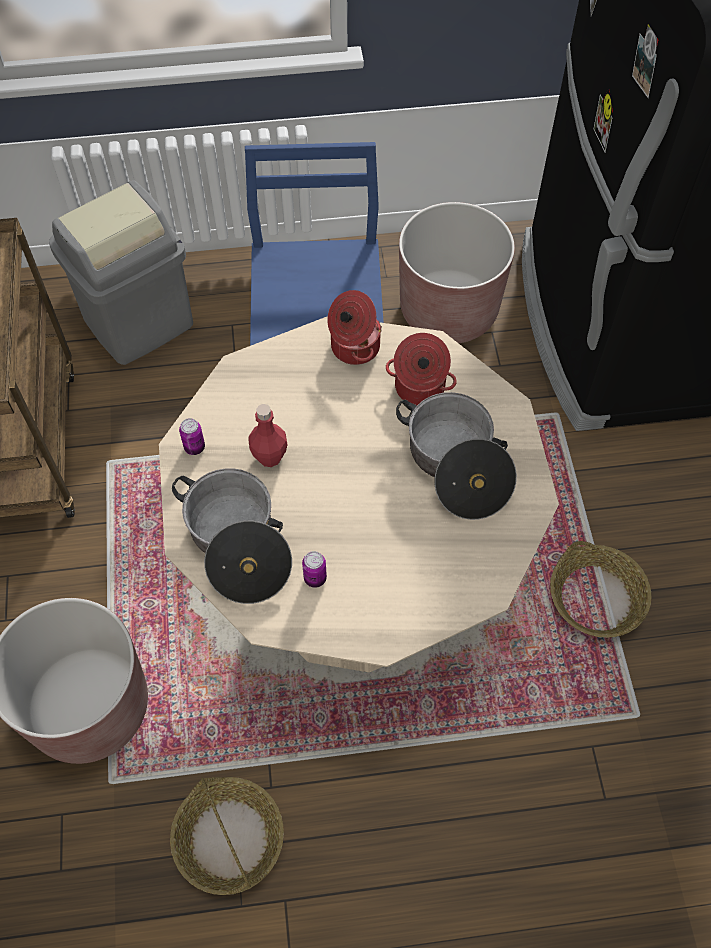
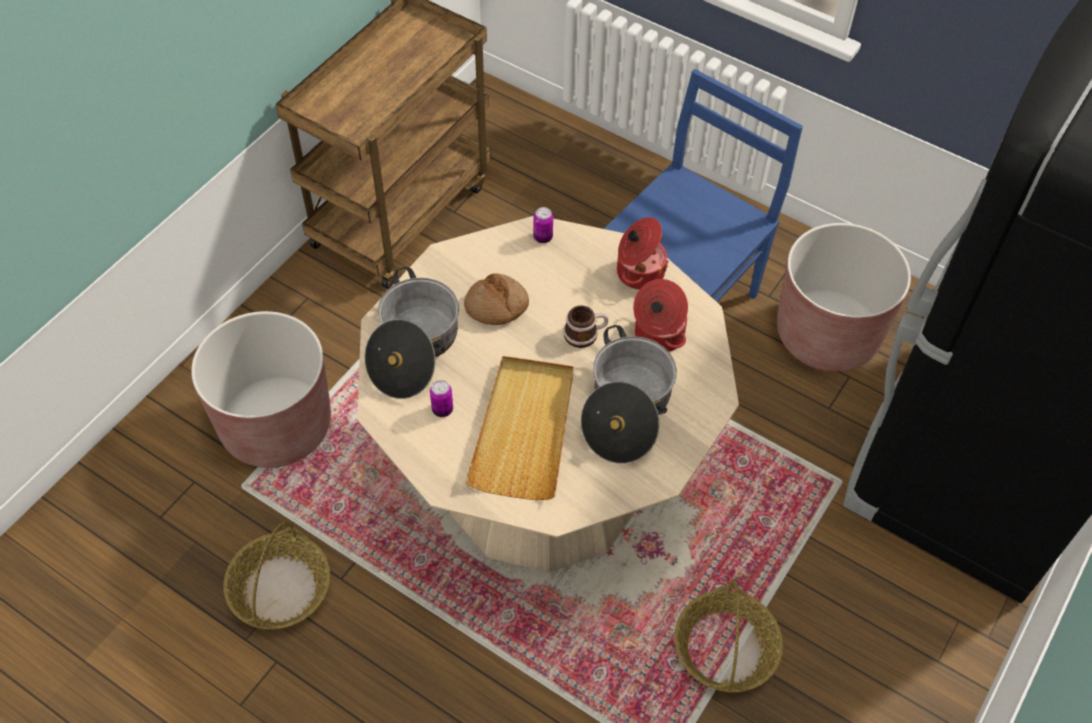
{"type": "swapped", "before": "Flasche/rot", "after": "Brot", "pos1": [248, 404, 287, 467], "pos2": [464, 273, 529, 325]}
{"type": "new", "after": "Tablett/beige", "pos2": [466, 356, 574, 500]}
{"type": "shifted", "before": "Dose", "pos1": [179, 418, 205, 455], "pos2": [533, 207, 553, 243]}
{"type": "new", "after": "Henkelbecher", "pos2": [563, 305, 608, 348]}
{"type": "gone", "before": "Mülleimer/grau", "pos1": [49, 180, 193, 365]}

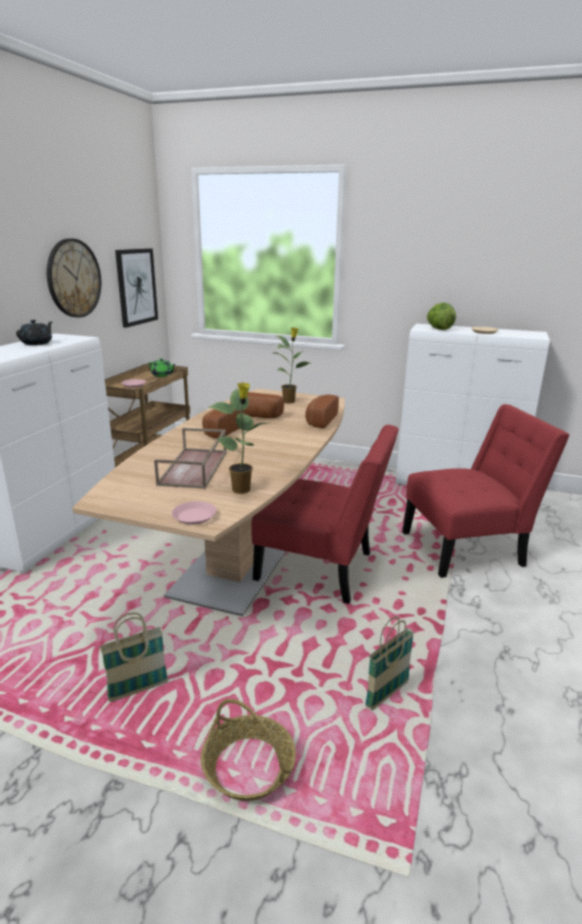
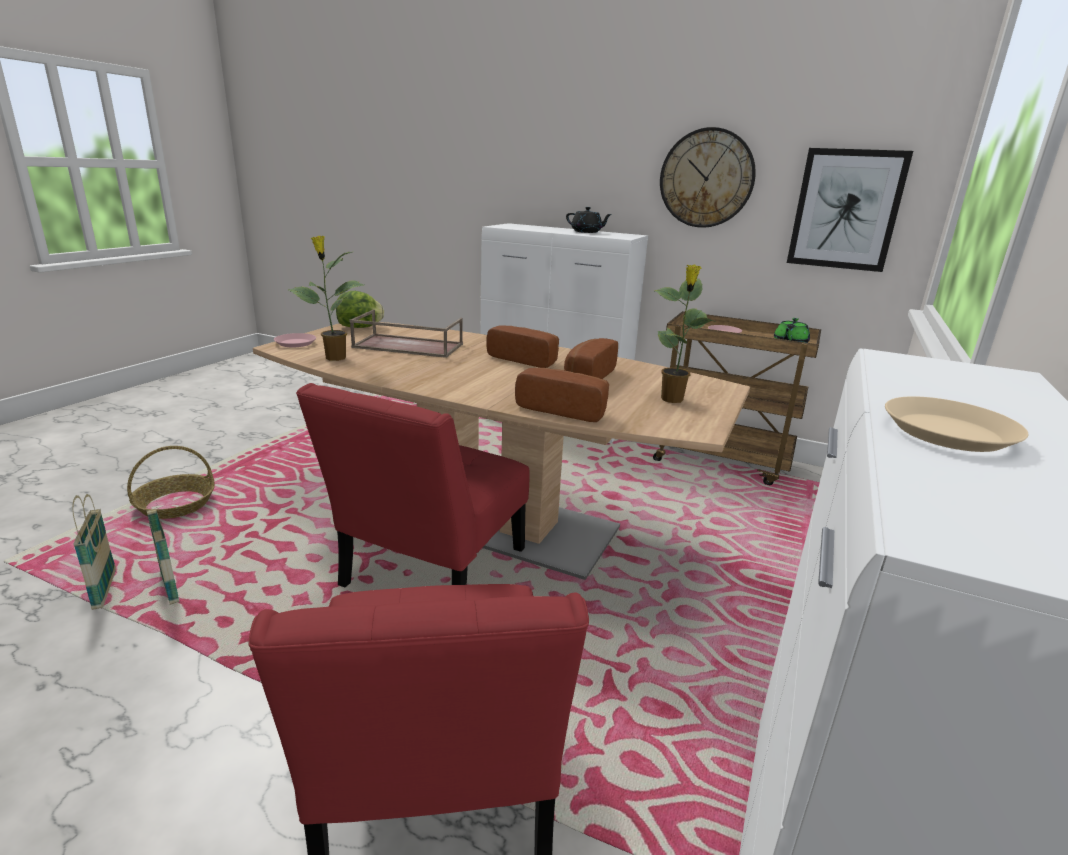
{"type": "shifted", "before": "Korb", "pos1": [99, 612, 169, 702], "pos2": [72, 494, 116, 610]}
{"type": "shifted", "before": "Salatkopf", "pos1": [427, 302, 456, 330], "pos2": [336, 291, 384, 328]}

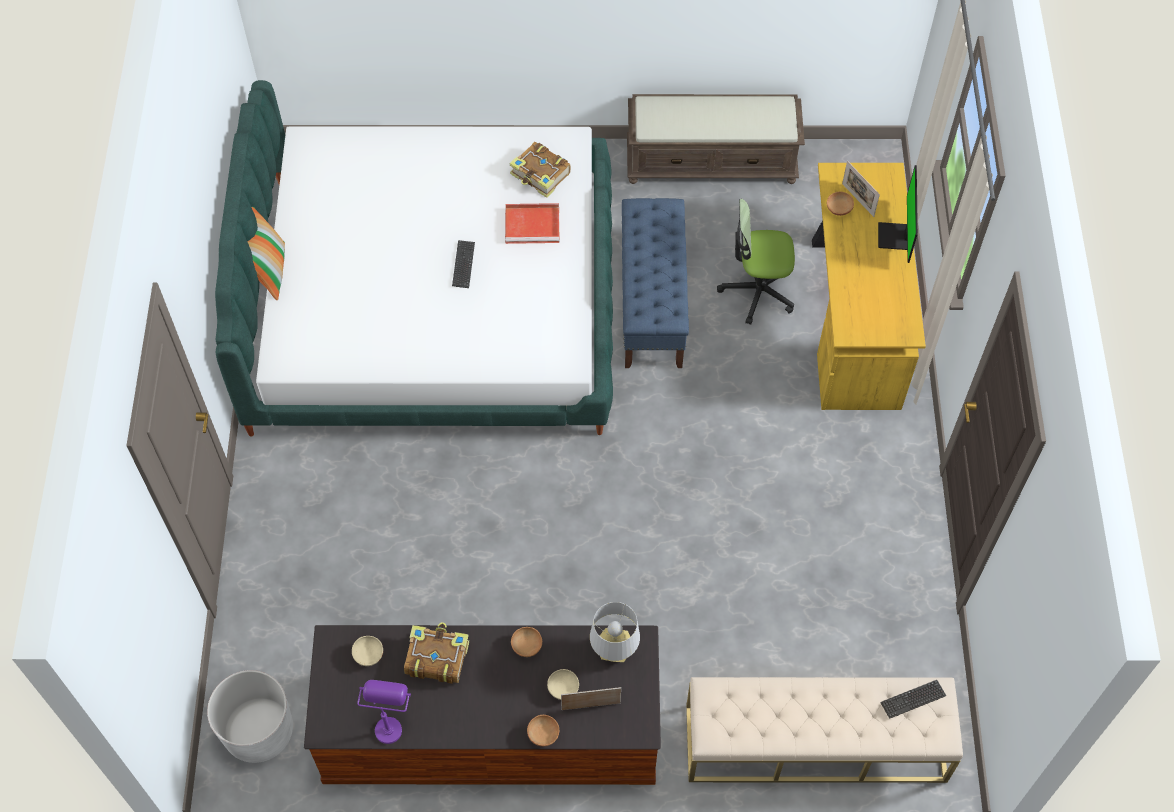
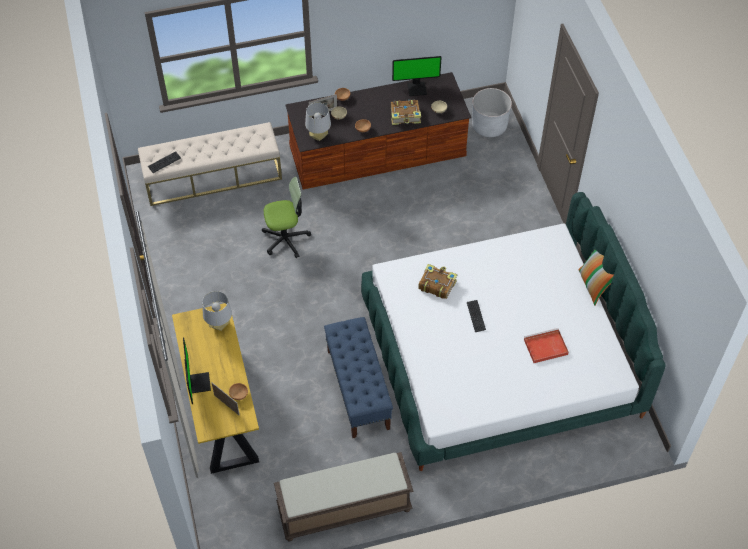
{"type": "new", "after": "Tischlampe/grau", "pos2": [202, 291, 232, 331]}
{"type": "shifted", "before": "Bürostuhl", "pos1": [717, 199, 795, 325], "pos2": [262, 177, 311, 258]}
{"type": "swapped", "before": "Tischlampe/lila", "after": "Monitor", "pos1": [357, 680, 411, 744], "pos2": [392, 56, 442, 96]}
{"type": "shifted", "before": "Buch", "pos1": [510, 142, 571, 198], "pos2": [418, 264, 457, 299]}
{"type": "shifted", "before": "Tablett/rot", "pos1": [505, 203, 559, 244], "pos2": [524, 328, 569, 363]}

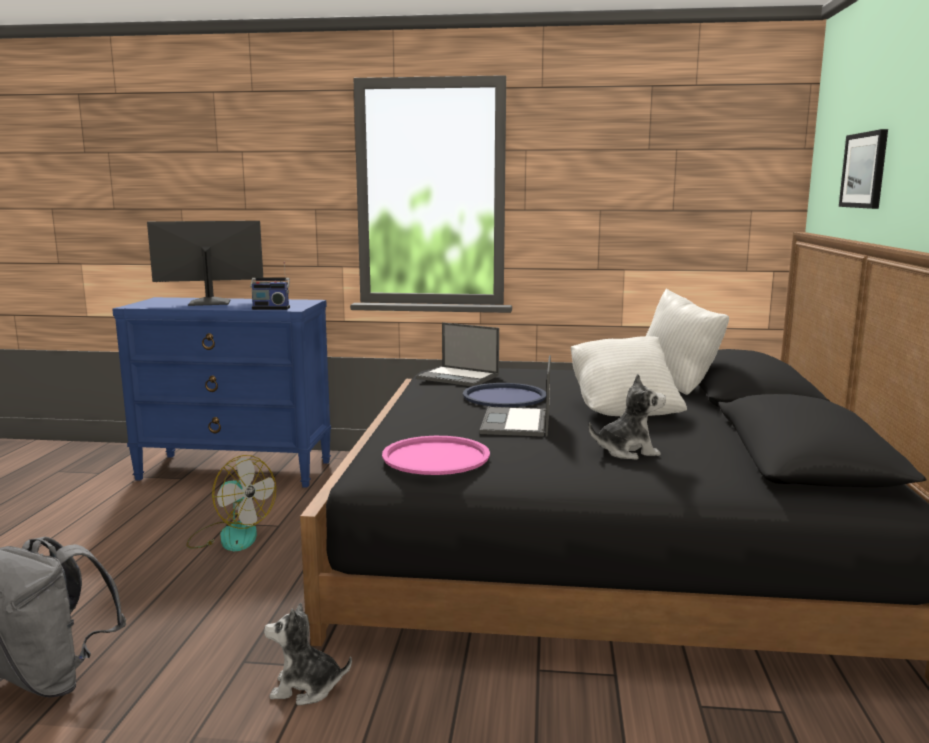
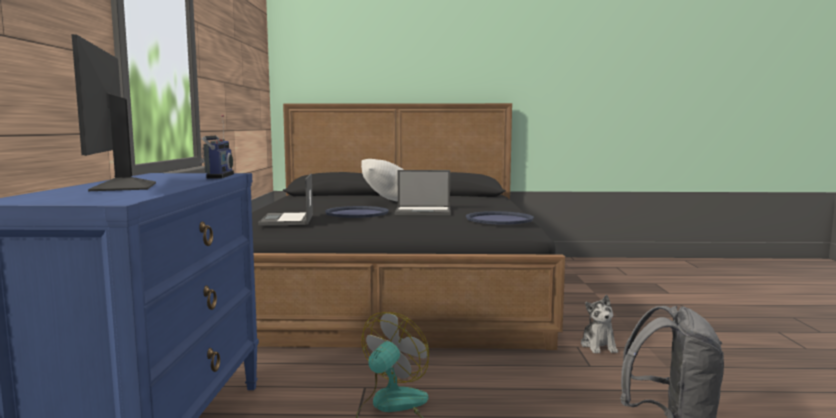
{"type": "rotated", "before": "Laptop", "pos1": [416, 322, 499, 386], "pos2": [258, 174, 313, 225], "turn": 150}
{"type": "repainted", "before": "Tablett/rosa", "after": "Tablett/blau", "pos1": [382, 436, 490, 475], "pos2": [466, 211, 534, 225]}
{"type": "gone", "before": "Plüschtier", "pos1": [589, 374, 666, 459]}
{"type": "gone", "before": "Kissen/weiß", "pos1": [646, 288, 729, 395]}
{"type": "gone", "before": "Bild", "pos1": [839, 129, 888, 209]}

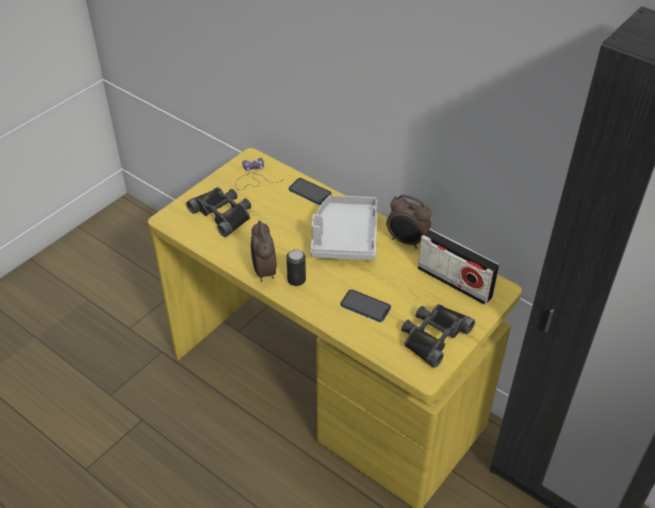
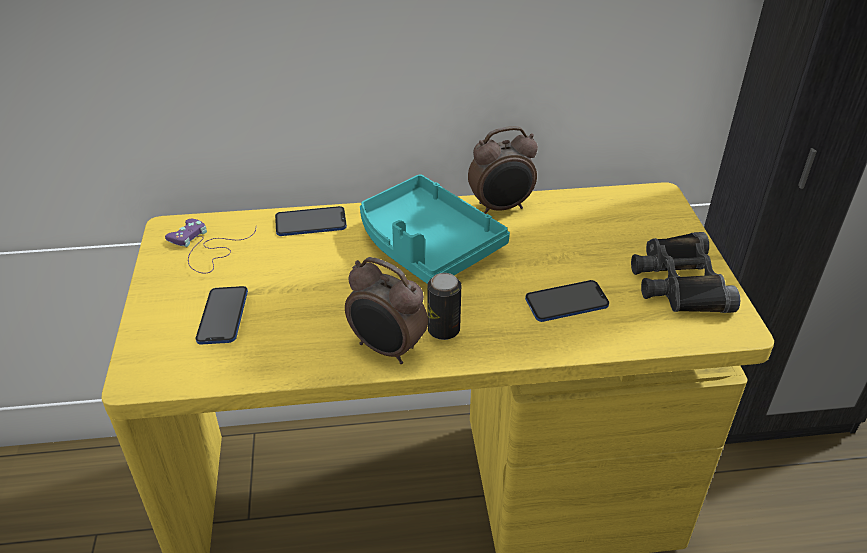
{"type": "swapped", "before": "Fernglas/schwarz", "after": "Handy", "pos1": [186, 187, 251, 237], "pos2": [195, 286, 248, 344]}
{"type": "repainted", "before": "Tablett/grau", "after": "Tablett/türkis", "pos1": [311, 195, 377, 260], "pos2": [360, 174, 510, 284]}
{"type": "gone", "before": "Radio", "pos1": [418, 229, 499, 305]}

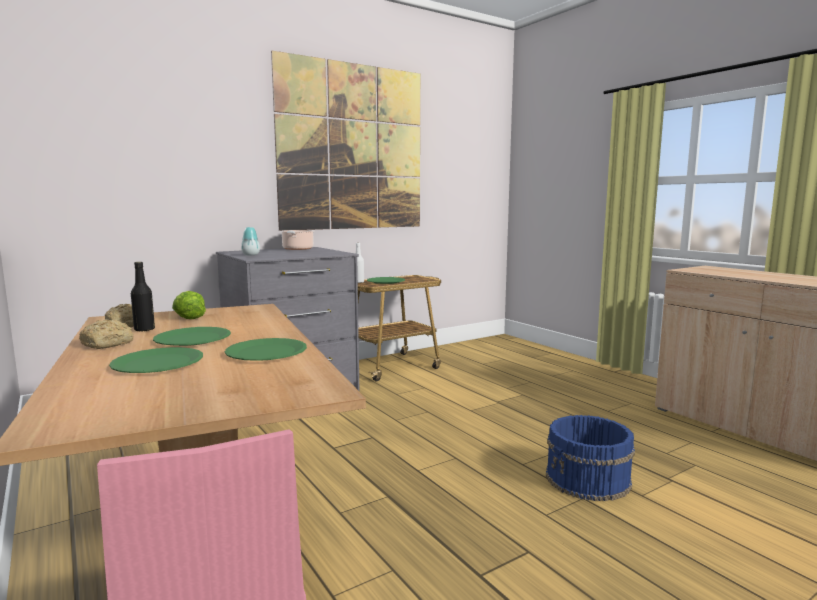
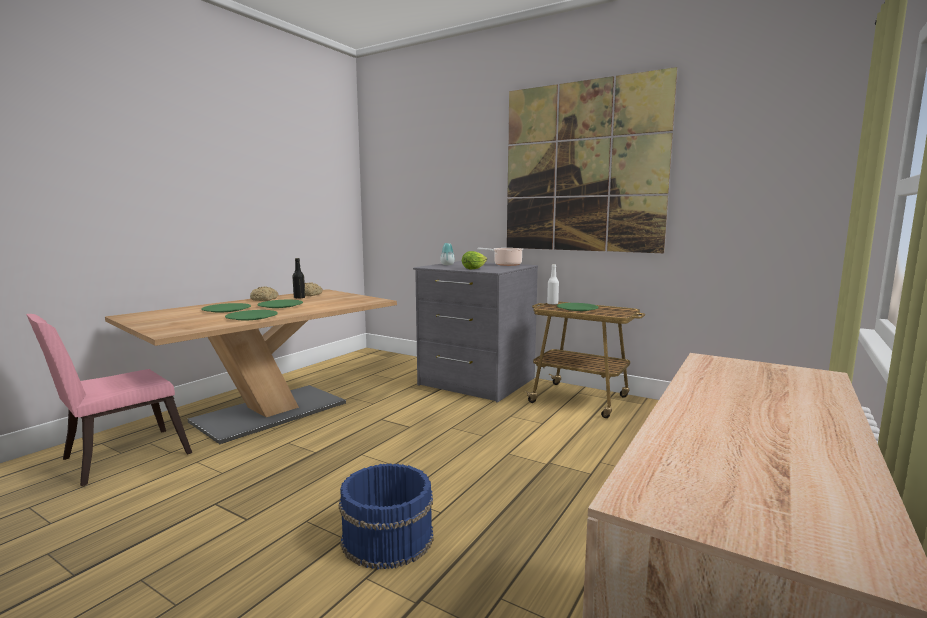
{"type": "shifted", "before": "Salatkopf", "pos1": [172, 291, 206, 319], "pos2": [462, 251, 487, 270]}

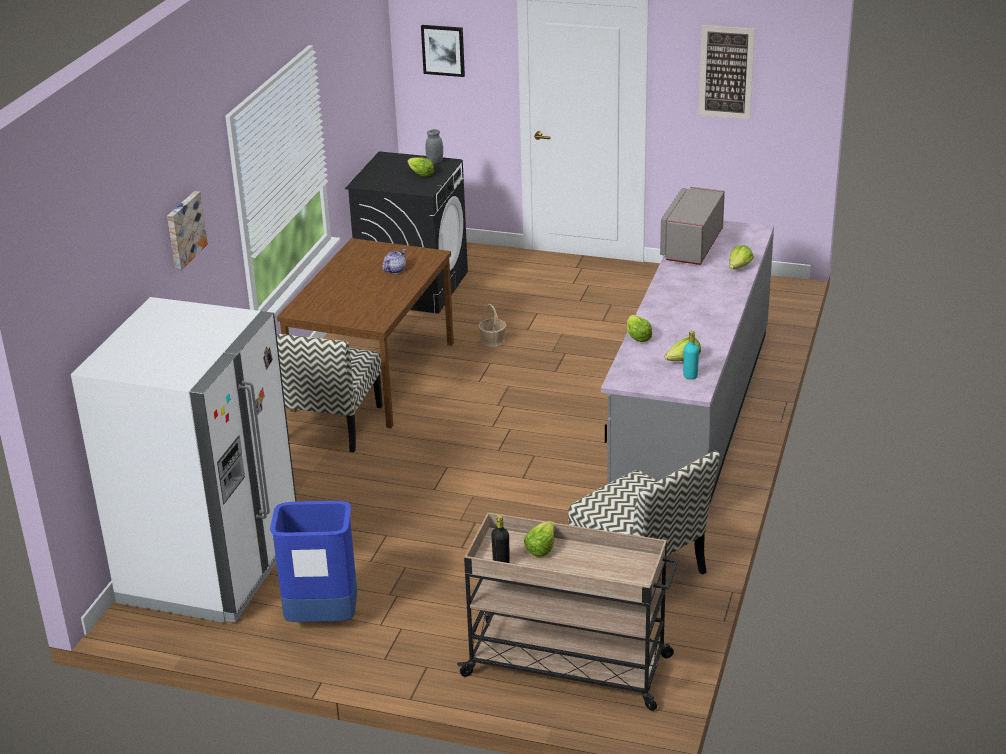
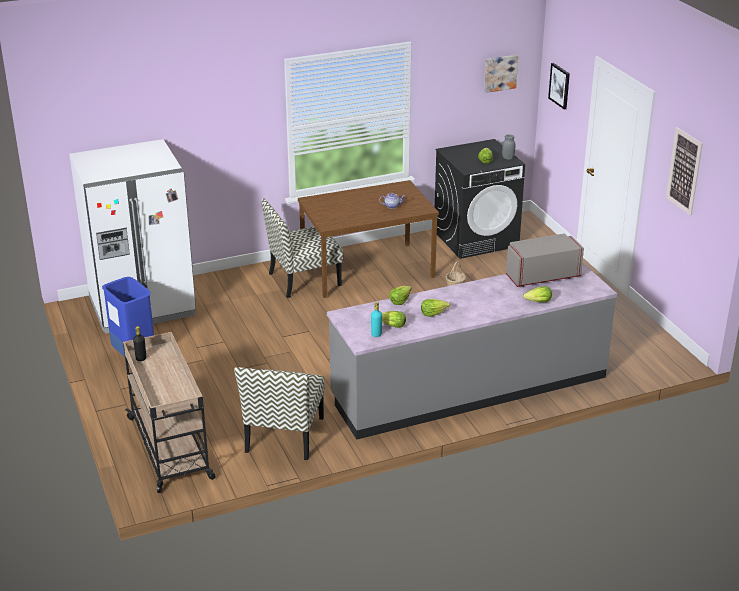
{"type": "shifted", "before": "Salatkopf", "pos1": [524, 521, 555, 557], "pos2": [421, 299, 450, 317]}
{"type": "shifted", "before": "Bild", "pos1": [167, 191, 208, 270], "pos2": [484, 55, 518, 93]}

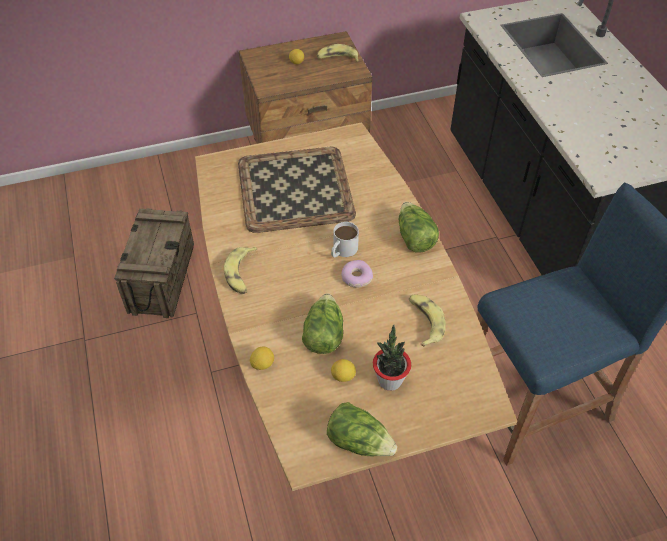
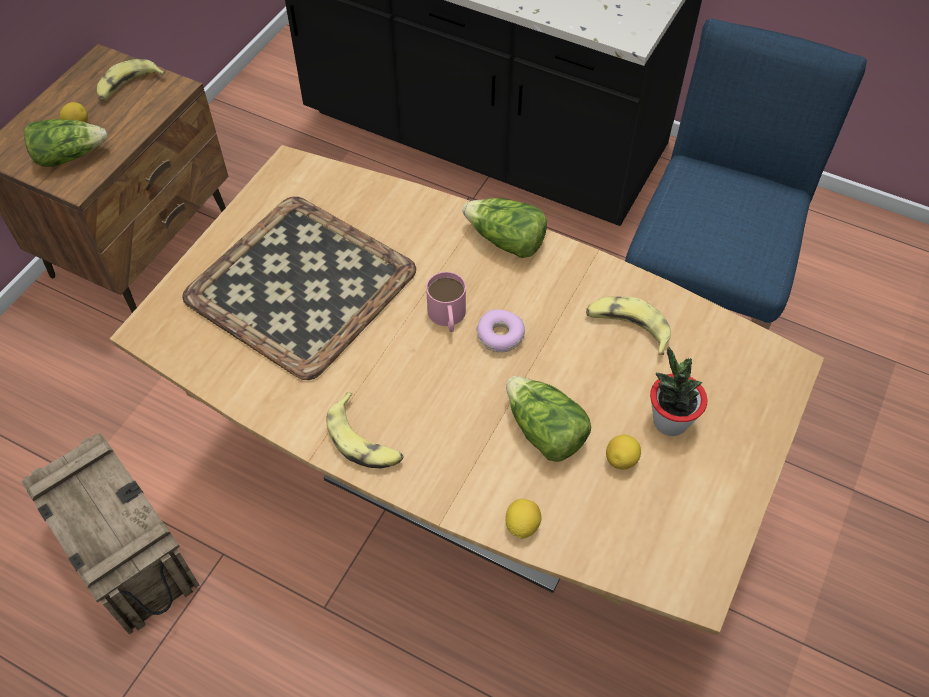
{"type": "shifted", "before": "Salatkopf", "pos1": [327, 402, 397, 456], "pos2": [25, 119, 108, 167]}
{"type": "repainted", "before": "Henkelbecher/weiß", "after": "Henkelbecher/rosa", "pos1": [331, 222, 359, 258], "pos2": [426, 272, 466, 332]}

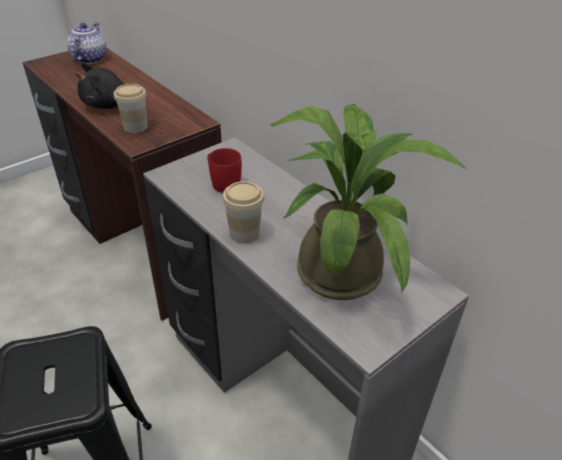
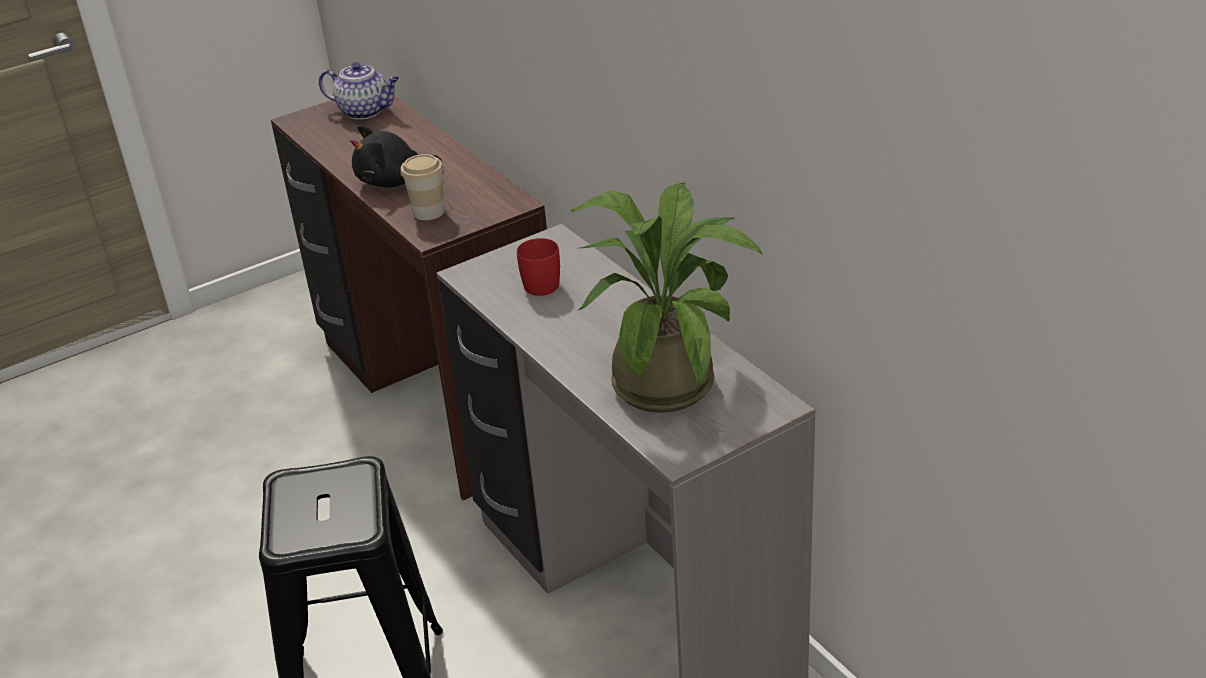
{"type": "rotated", "before": "Teekanne", "pos1": [67, 23, 106, 64], "pos2": [319, 62, 400, 119], "turn": 90}
{"type": "gone", "before": "Tasse", "pos1": [222, 181, 264, 244]}

